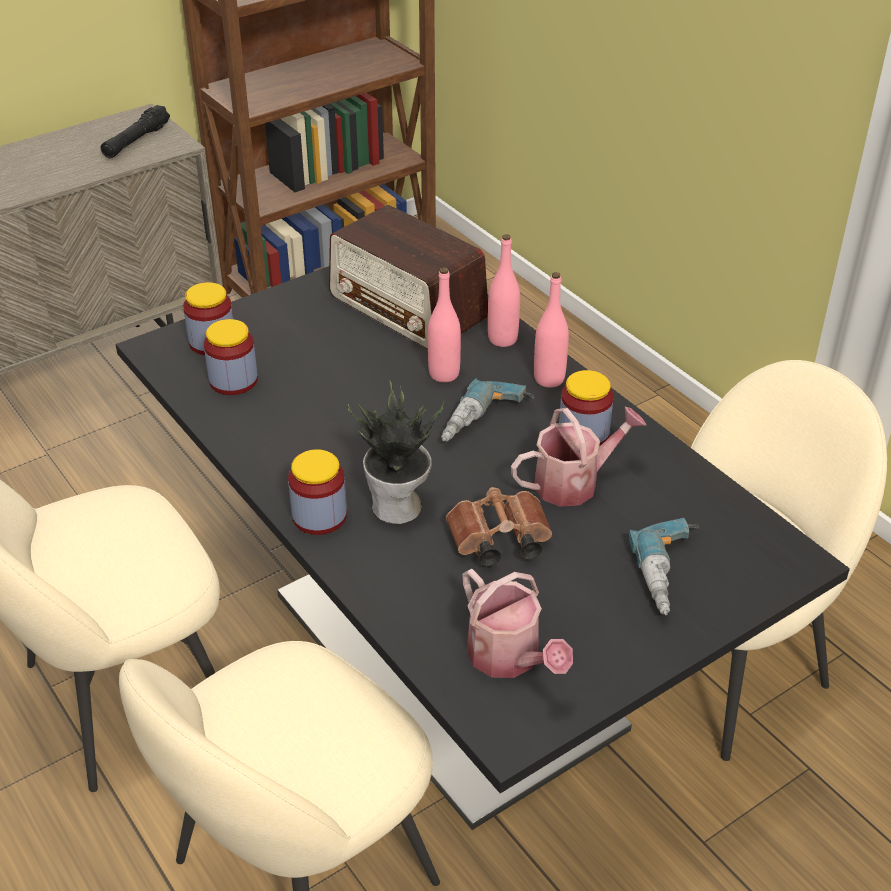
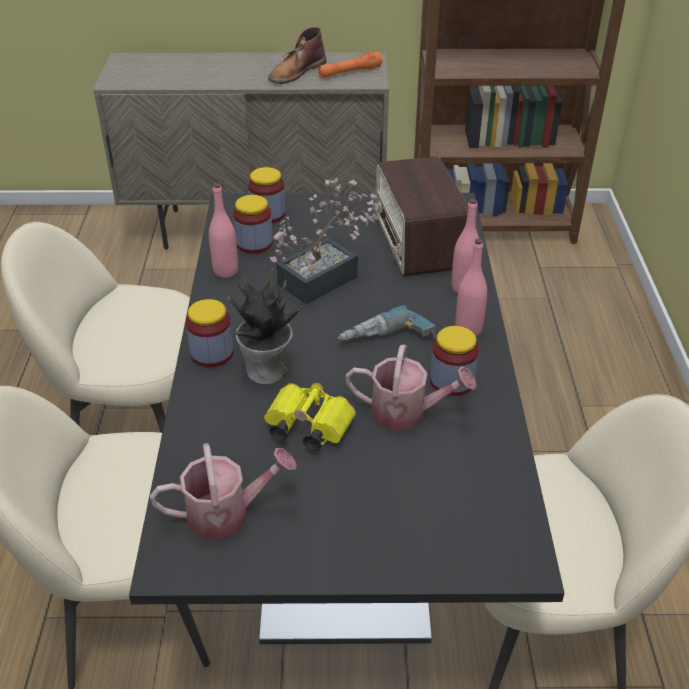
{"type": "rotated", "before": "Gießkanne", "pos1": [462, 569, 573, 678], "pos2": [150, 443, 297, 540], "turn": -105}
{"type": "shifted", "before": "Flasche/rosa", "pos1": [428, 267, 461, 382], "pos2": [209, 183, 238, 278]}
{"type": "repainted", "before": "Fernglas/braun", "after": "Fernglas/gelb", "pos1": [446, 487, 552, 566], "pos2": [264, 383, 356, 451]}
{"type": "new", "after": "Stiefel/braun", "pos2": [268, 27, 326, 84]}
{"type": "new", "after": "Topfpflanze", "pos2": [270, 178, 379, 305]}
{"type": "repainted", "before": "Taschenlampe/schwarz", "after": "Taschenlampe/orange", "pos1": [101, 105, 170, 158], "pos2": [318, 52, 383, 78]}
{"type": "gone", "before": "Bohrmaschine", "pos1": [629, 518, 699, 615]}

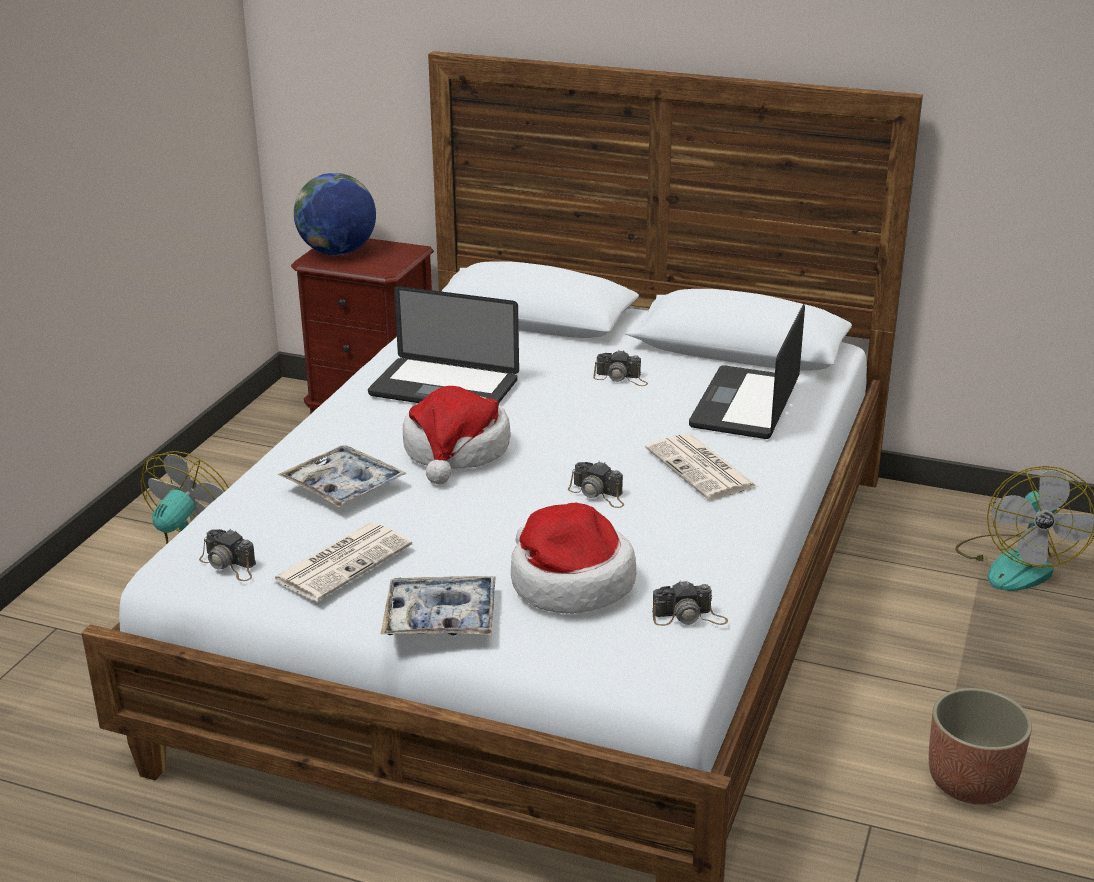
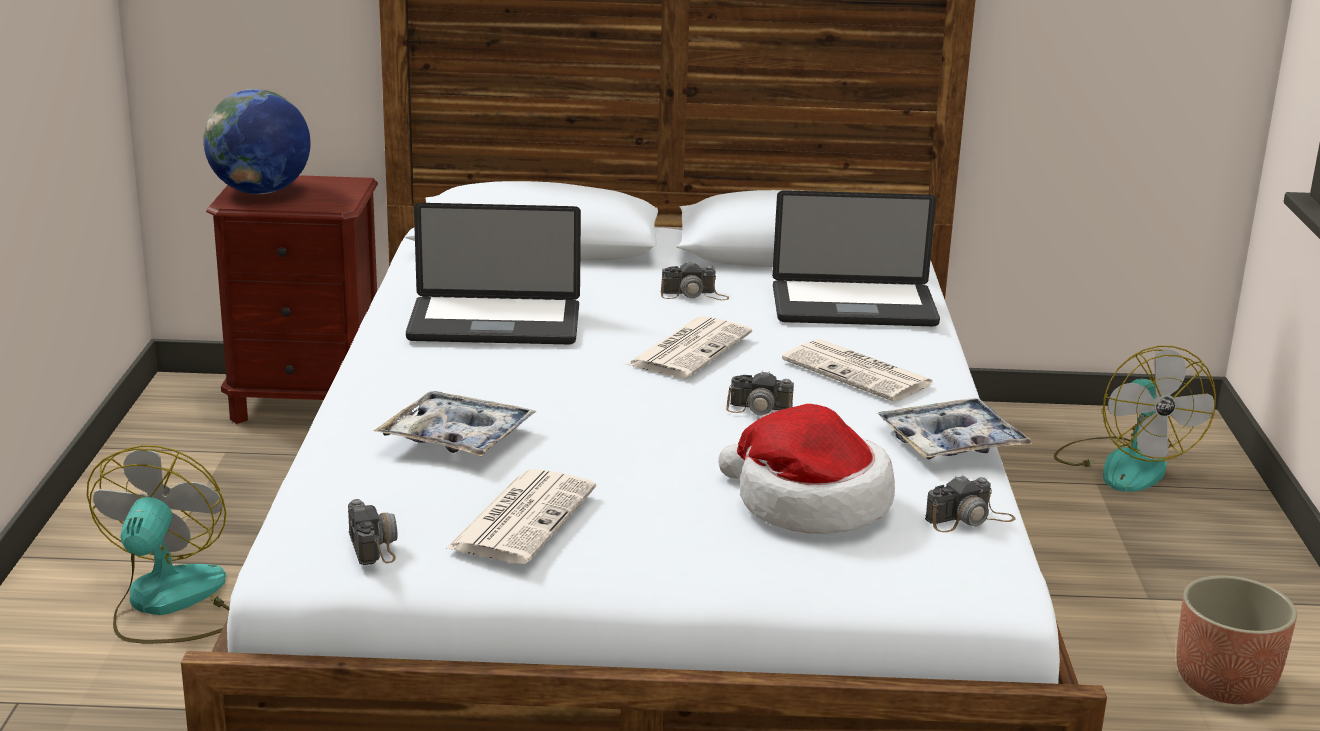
{"type": "rotated", "before": "Kamera", "pos1": [199, 529, 256, 581], "pos2": [348, 499, 398, 565], "turn": -120}
{"type": "new", "after": "Zeitung", "pos2": [626, 316, 752, 378]}
{"type": "rotated", "before": "Laptop", "pos1": [689, 304, 805, 439], "pos2": [772, 190, 940, 326], "turn": -90}
{"type": "shifted", "before": "Tablett", "pos1": [381, 576, 496, 636], "pos2": [877, 398, 1033, 459]}
{"type": "gone", "before": "Hut", "pos1": [403, 386, 511, 484]}

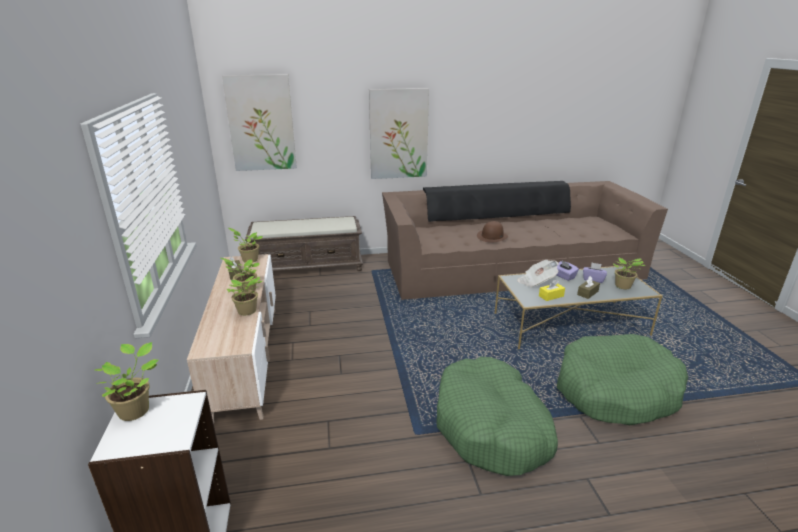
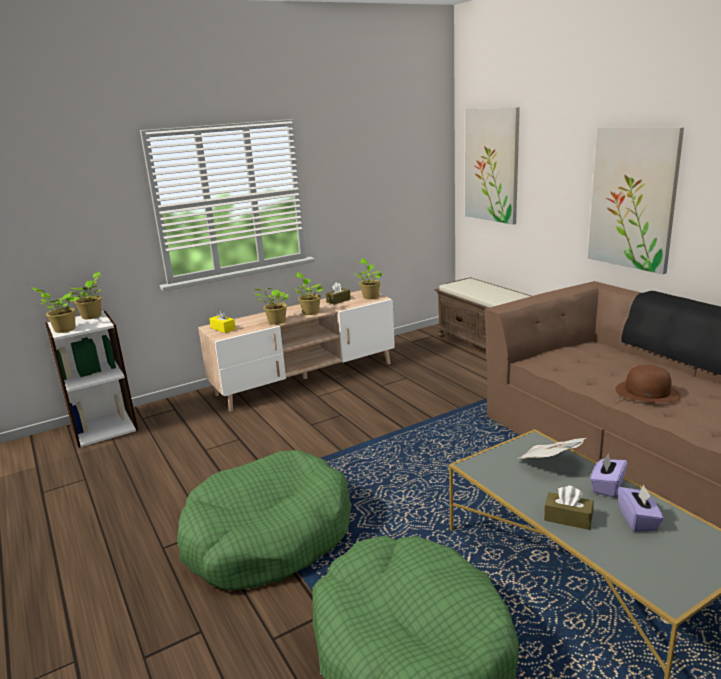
{"type": "shifted", "before": "Topfpflanze", "pos1": [613, 258, 645, 289], "pos2": [31, 287, 80, 333]}
{"type": "shifted", "before": "Taschentuchbox/gelb", "pos1": [539, 280, 565, 301], "pos2": [209, 309, 236, 333]}

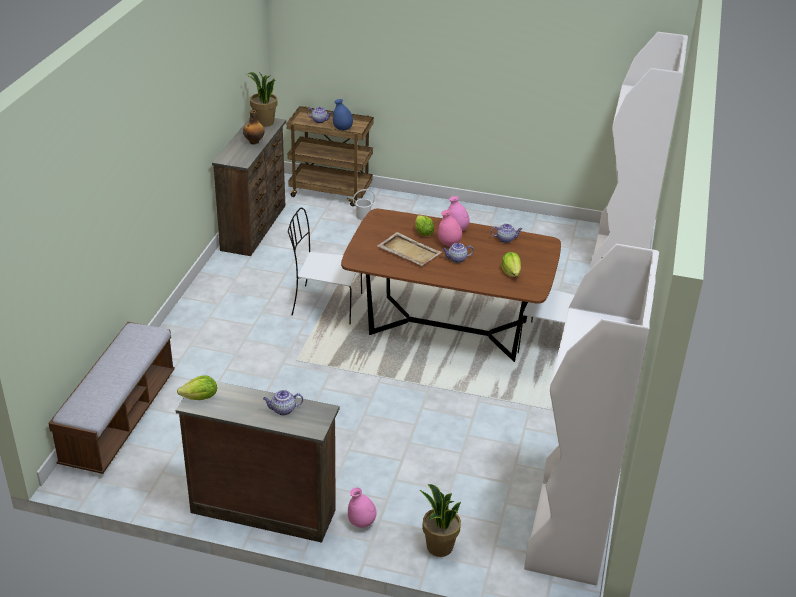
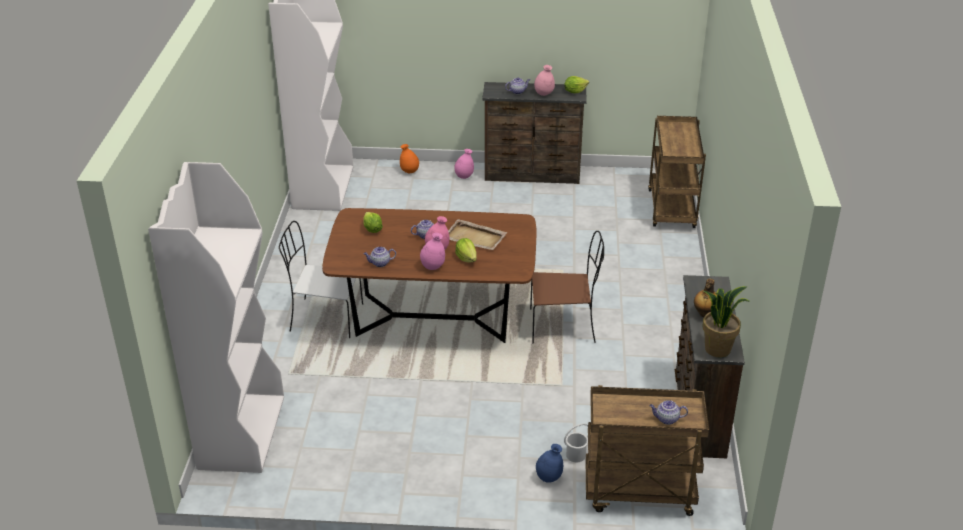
{"type": "swapped", "before": "Topfpflanze", "after": "Vase/orange", "pos1": [420, 484, 461, 557], "pos2": [400, 144, 419, 173]}
{"type": "repainted", "before": "Stuhl/weiß", "after": "Stuhl/braun", "pos1": [288, 208, 362, 324], "pos2": [530, 231, 604, 343]}
{"type": "new", "after": "Vase/rosa", "pos2": [534, 65, 555, 96]}
{"type": "shifted", "before": "Vase/blau", "pos1": [333, 99, 353, 131], "pos2": [536, 444, 563, 483]}
{"type": "swapped", "before": "Bank", "after": "Rollwagen/braun", "pos1": [48, 322, 175, 474], "pos2": [648, 116, 706, 228]}

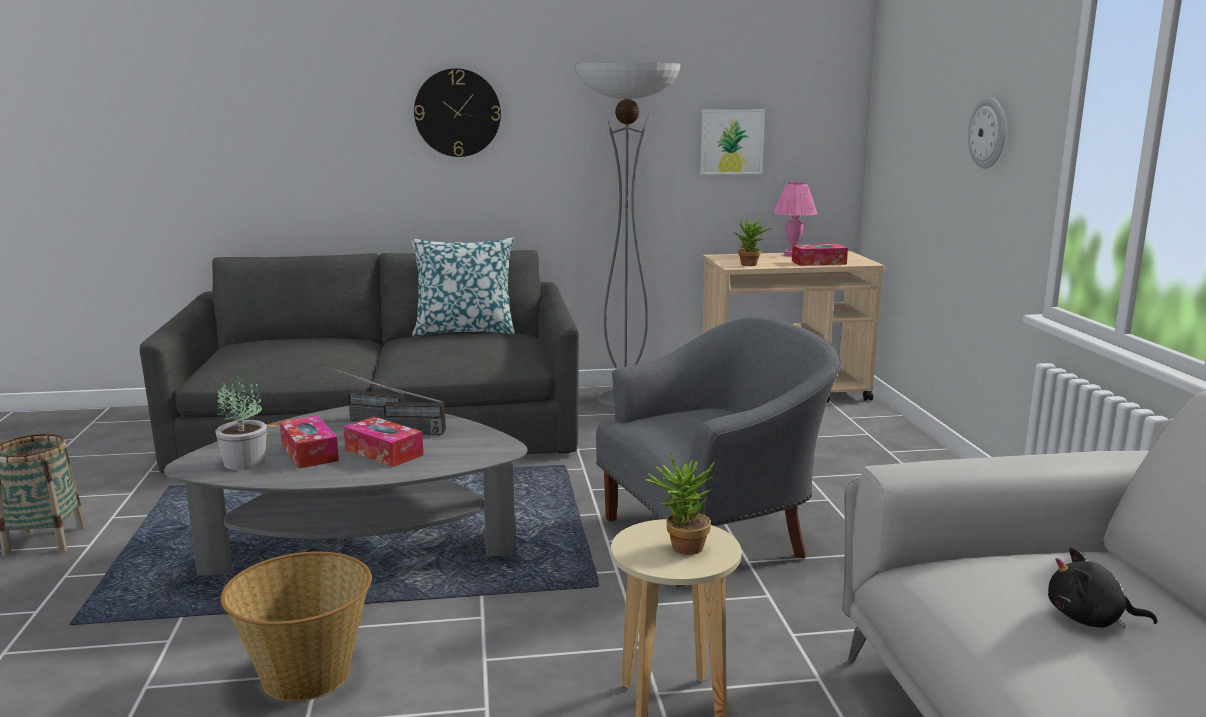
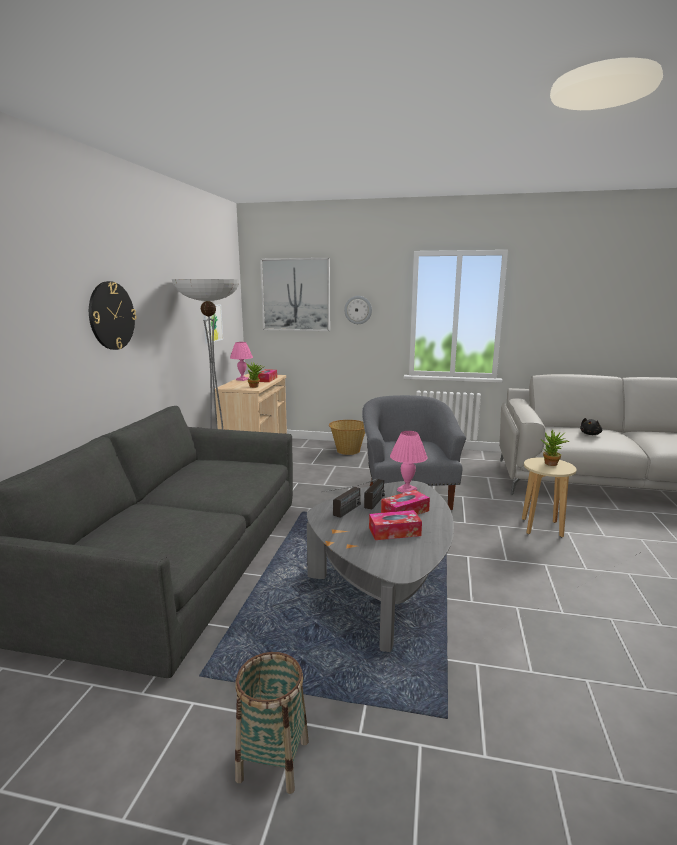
{"type": "new", "after": "Bild", "pos2": [260, 258, 330, 331]}
{"type": "shifted", "before": "Korb", "pos1": [220, 552, 372, 701], "pos2": [329, 420, 365, 455]}
{"type": "new", "after": "Tischlampe/rosa", "pos2": [390, 431, 427, 493]}
{"type": "gone", "before": "Topfpflanze", "pos1": [215, 375, 267, 470]}
{"type": "gone", "before": "Kissen", "pos1": [412, 237, 515, 337]}

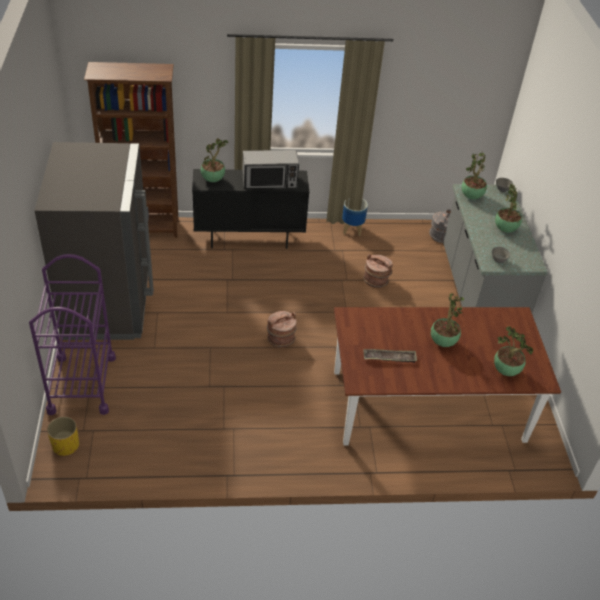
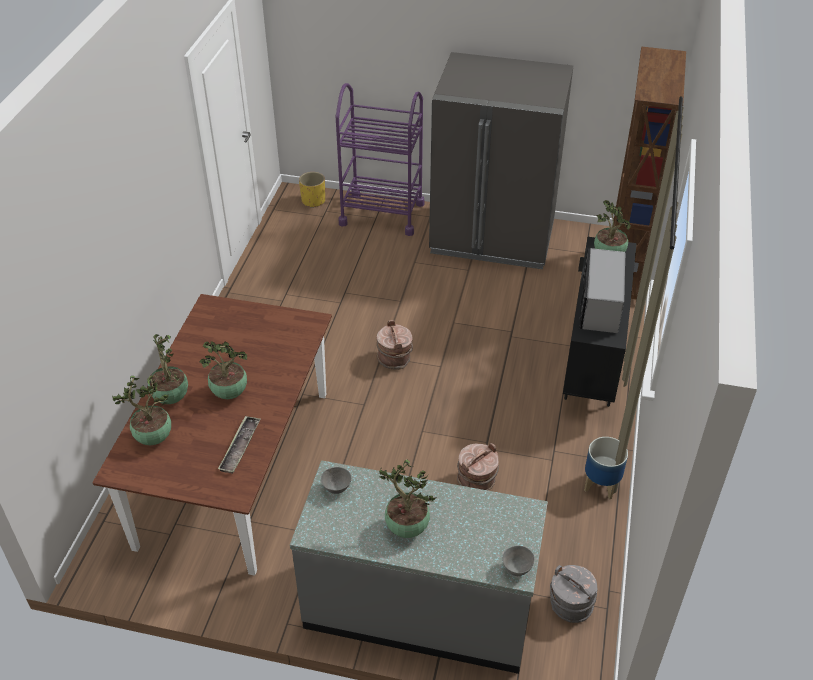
{"type": "shifted", "before": "Topfpflanze", "pos1": [462, 153, 487, 199], "pos2": [148, 334, 188, 404]}
{"type": "shifted", "before": "Tablett", "pos1": [363, 349, 417, 363], "pos2": [218, 416, 261, 474]}

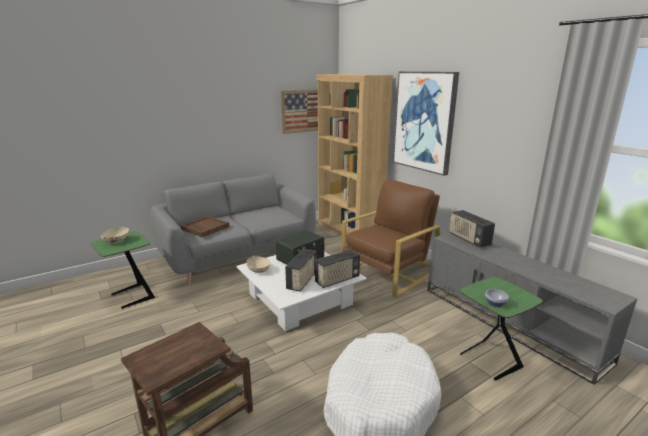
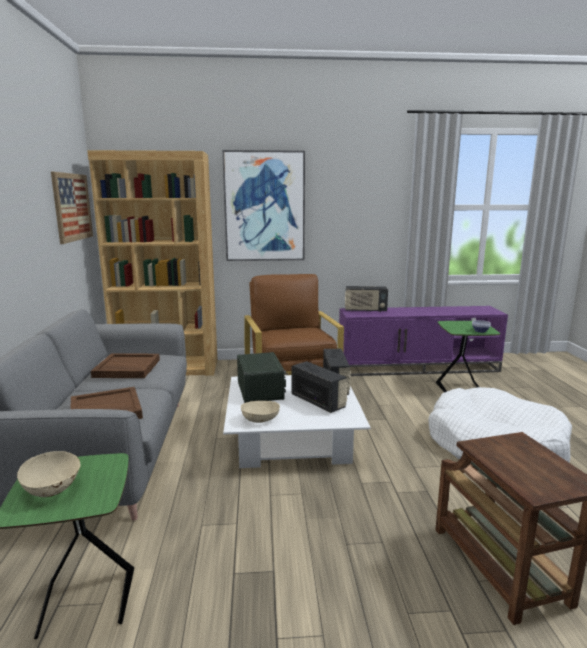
{"type": "new", "after": "Tablett/braun", "pos2": [91, 353, 160, 378]}
{"type": "repainted", "before": "Fernsehschrank/grau", "after": "Fernsehschrank/lila", "pos1": [427, 232, 638, 385], "pos2": [339, 306, 508, 376]}

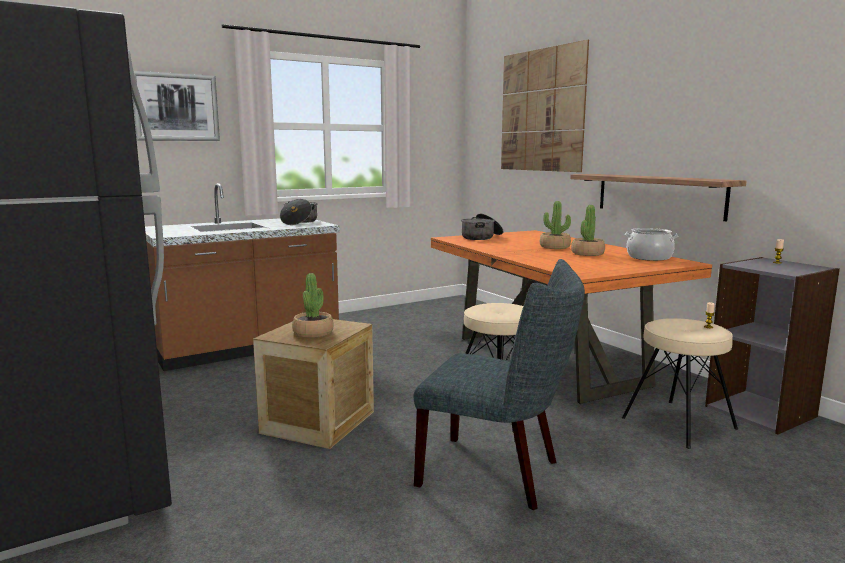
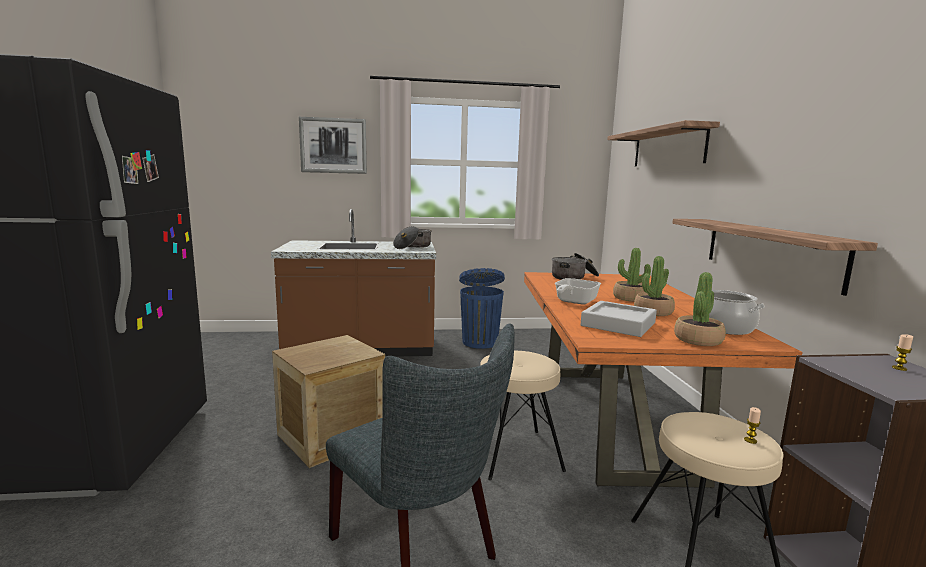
{"type": "new", "after": "Mülleimer/blau", "pos2": [459, 268, 505, 349]}
{"type": "new", "after": "Pfanne", "pos2": [555, 278, 601, 305]}
{"type": "new", "after": "Tablett/grau", "pos2": [580, 301, 657, 337]}
{"type": "swapped", "before": "Bild", "after": "Wandregal", "pos1": [501, 40, 589, 172], "pos2": [607, 120, 720, 167]}
{"type": "shifted", "before": "Topfpflanze", "pos1": [292, 273, 334, 338], "pos2": [674, 272, 726, 346]}

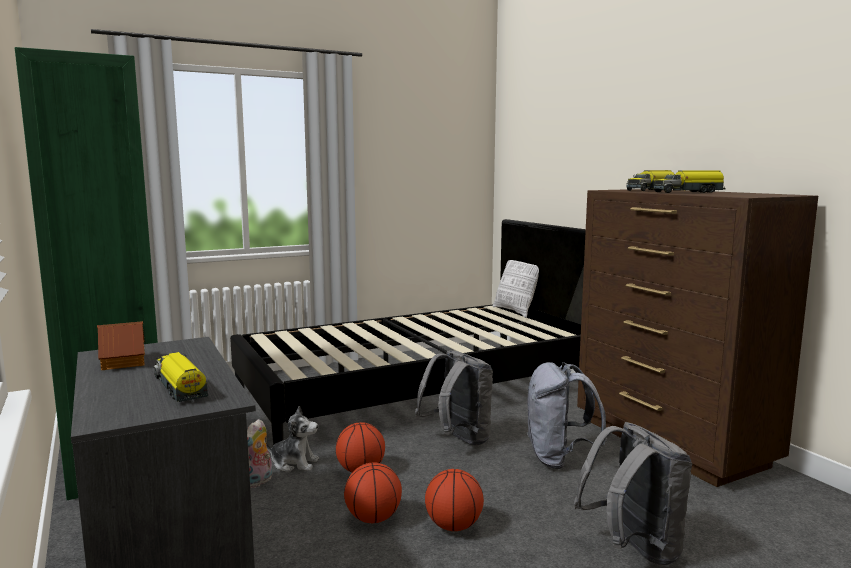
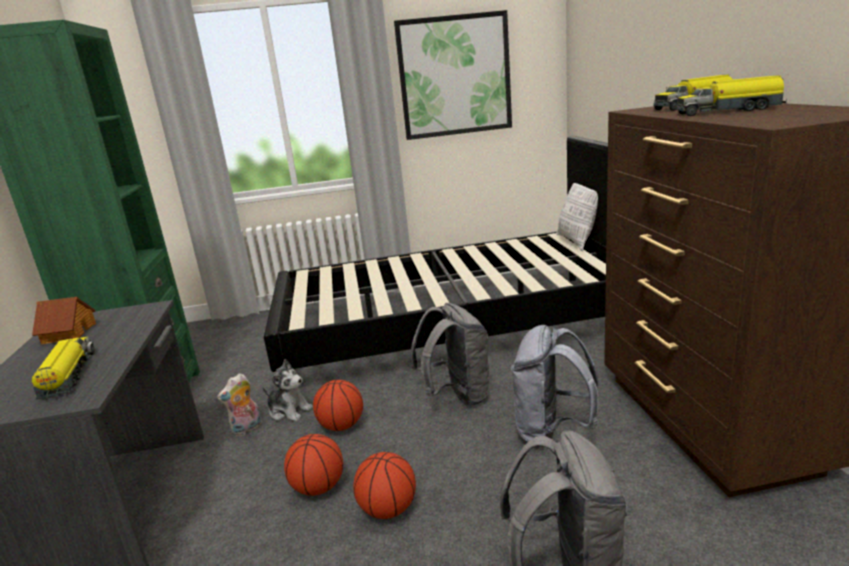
{"type": "new", "after": "Bild", "pos2": [394, 10, 512, 140]}

